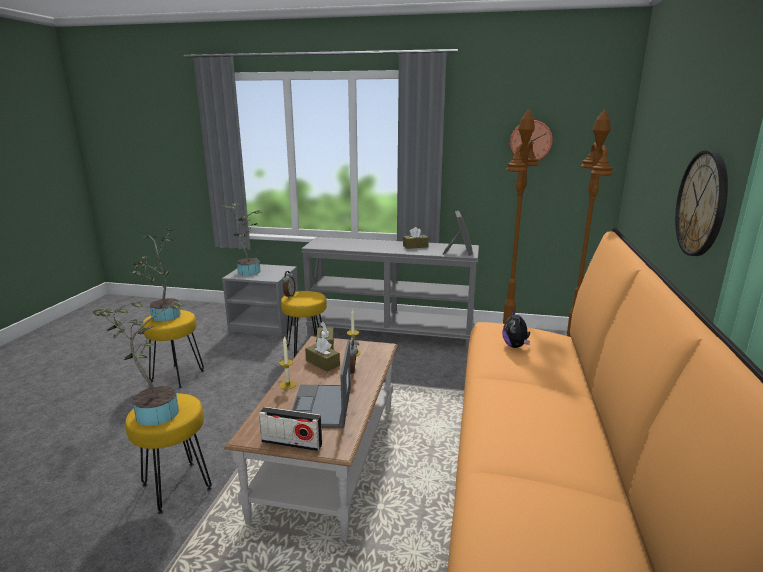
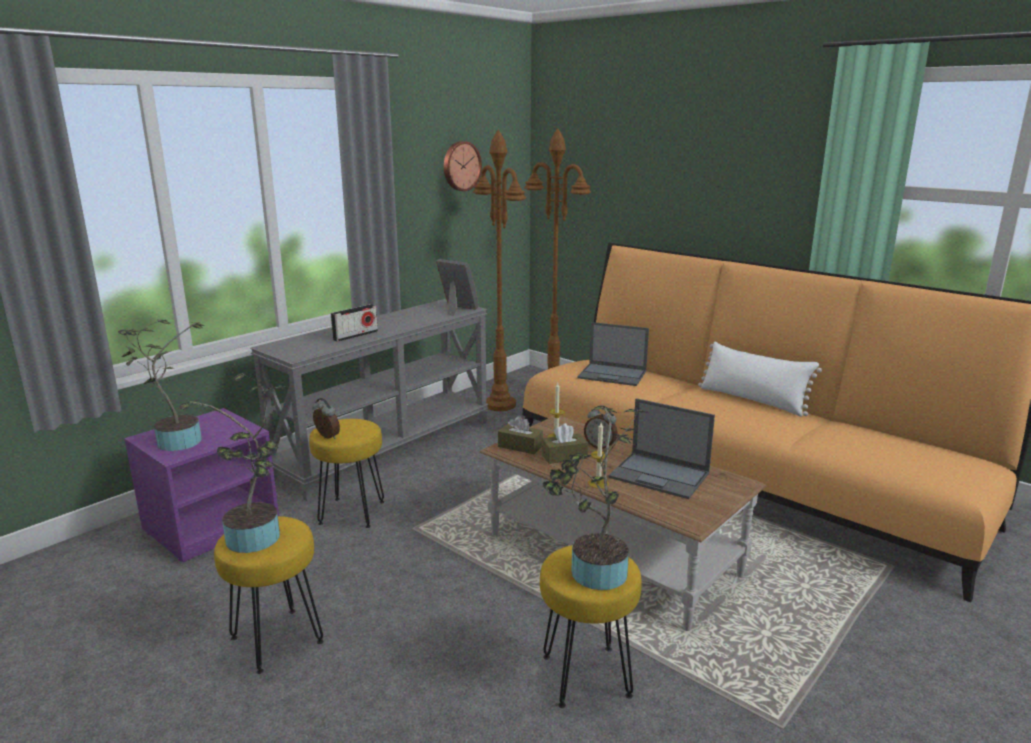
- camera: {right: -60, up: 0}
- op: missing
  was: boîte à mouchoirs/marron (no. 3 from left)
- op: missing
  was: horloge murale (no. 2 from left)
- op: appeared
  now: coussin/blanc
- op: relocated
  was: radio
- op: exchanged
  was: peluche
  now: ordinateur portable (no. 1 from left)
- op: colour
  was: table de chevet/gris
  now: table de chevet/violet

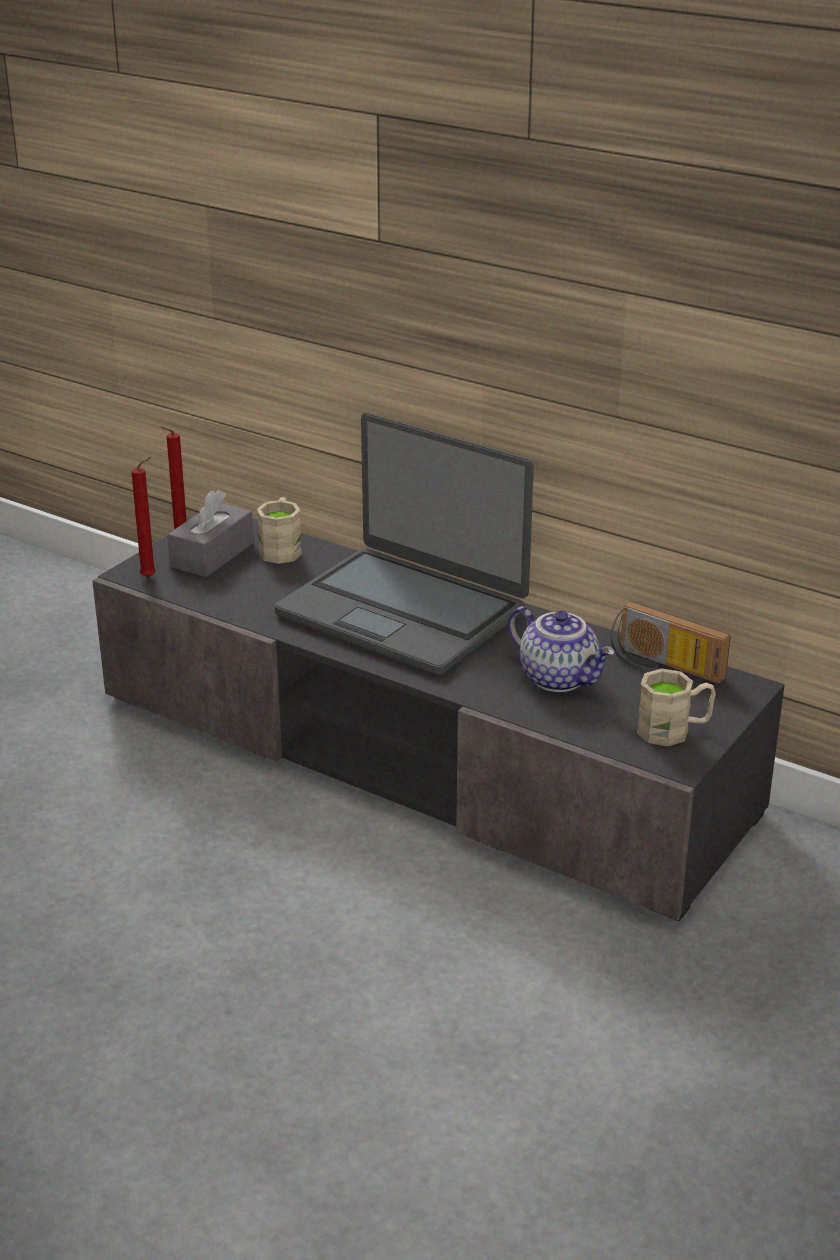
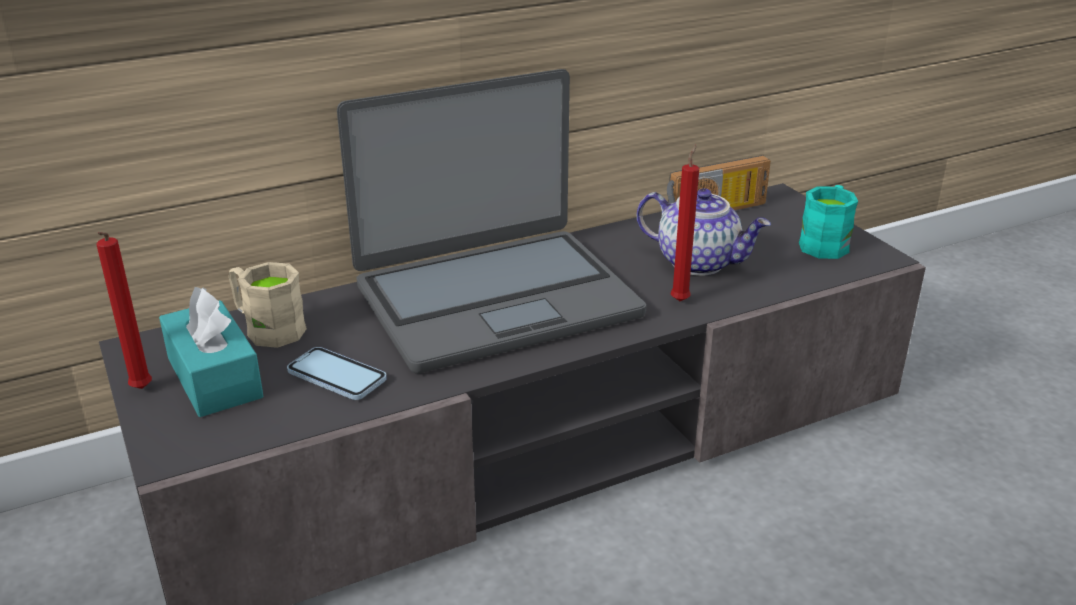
- camera: {right: -60, up: 0}
- op: appeared
  now: téléphone
- op: relocated
  was: bougie/rouge (no. 1 from left in the first image)
  now: bougie/rouge (no. 2 from left)
- op: colour
  was: boîte à mouchoirs/gris
  now: boîte à mouchoirs/turquoise
- op: colour
  was: mug/beige (no. 2 from left)
  now: mug/turquoise
- op: spun
  was: théière
  clockwise: 45

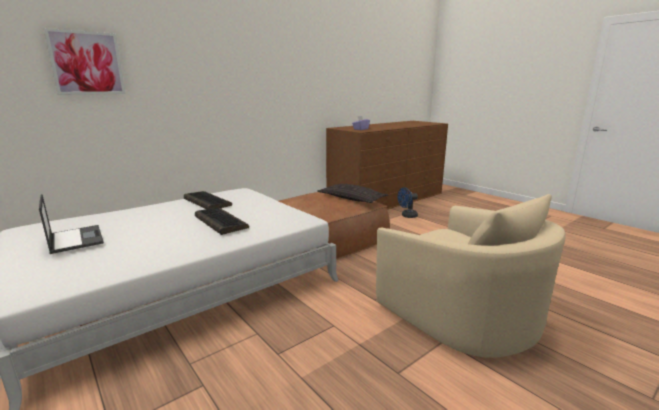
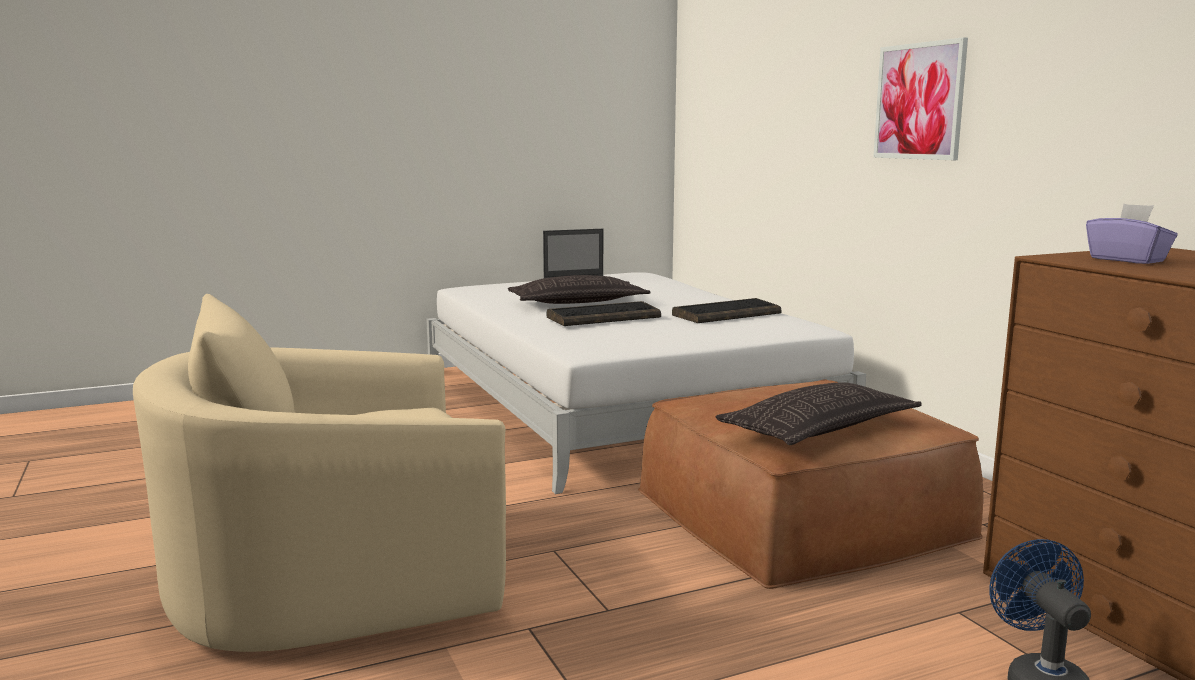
- camera: {right: 105, up: -5}
- op: appeared
  now: coussin (no. 1 from left)
- op: relocated
  was: tableau

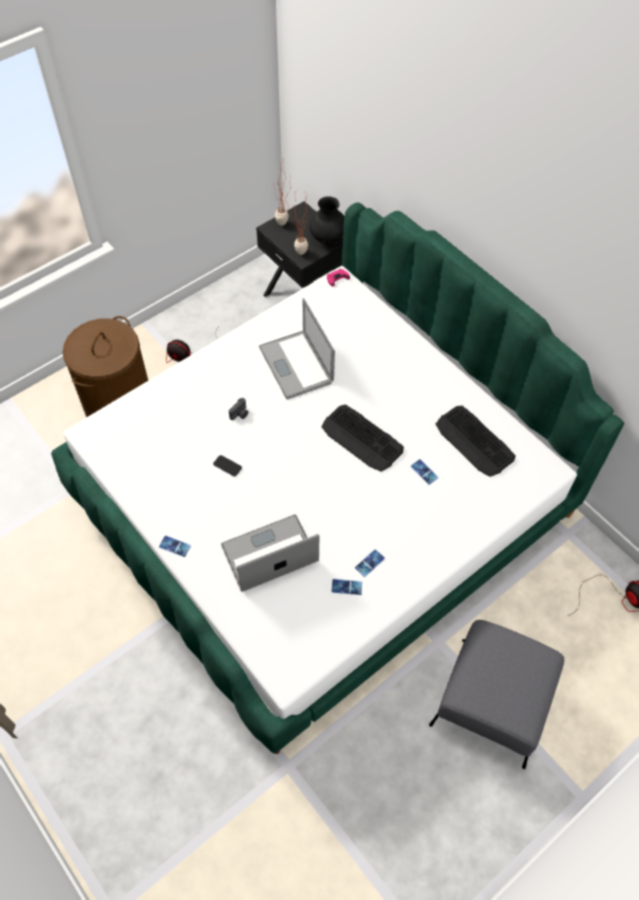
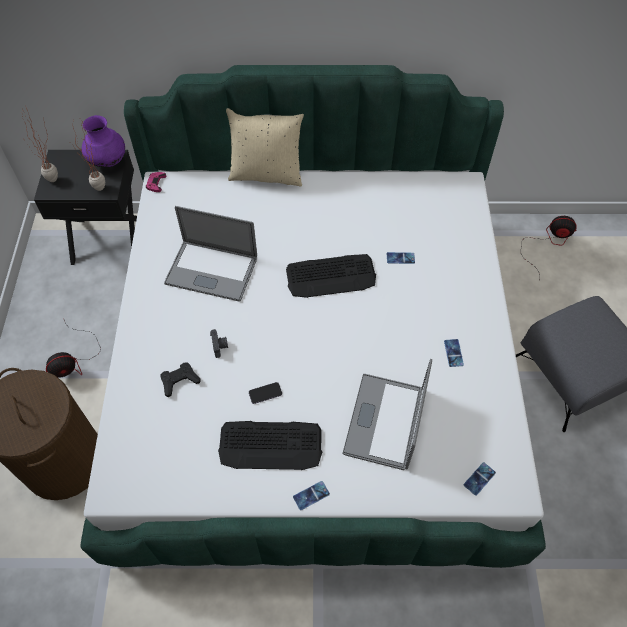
- camera: {right: -50, up: 0}
- op: appeared
  now: manette/noir
- op: appeared
  now: coussin/beige
- op: relocated
  was: téléphone (no. 3 from left in the first image)
  now: téléphone (no. 5 from left)
- op: relocated
  was: clavier (no. 2 from left in the first image)
  now: clavier (no. 1 from left)
- op: colour
  was: vase/noir
  now: vase/violet

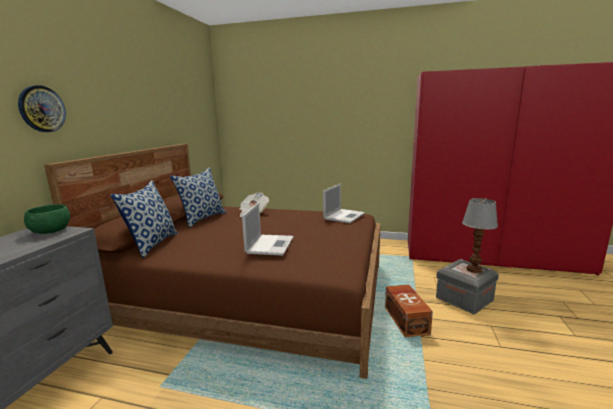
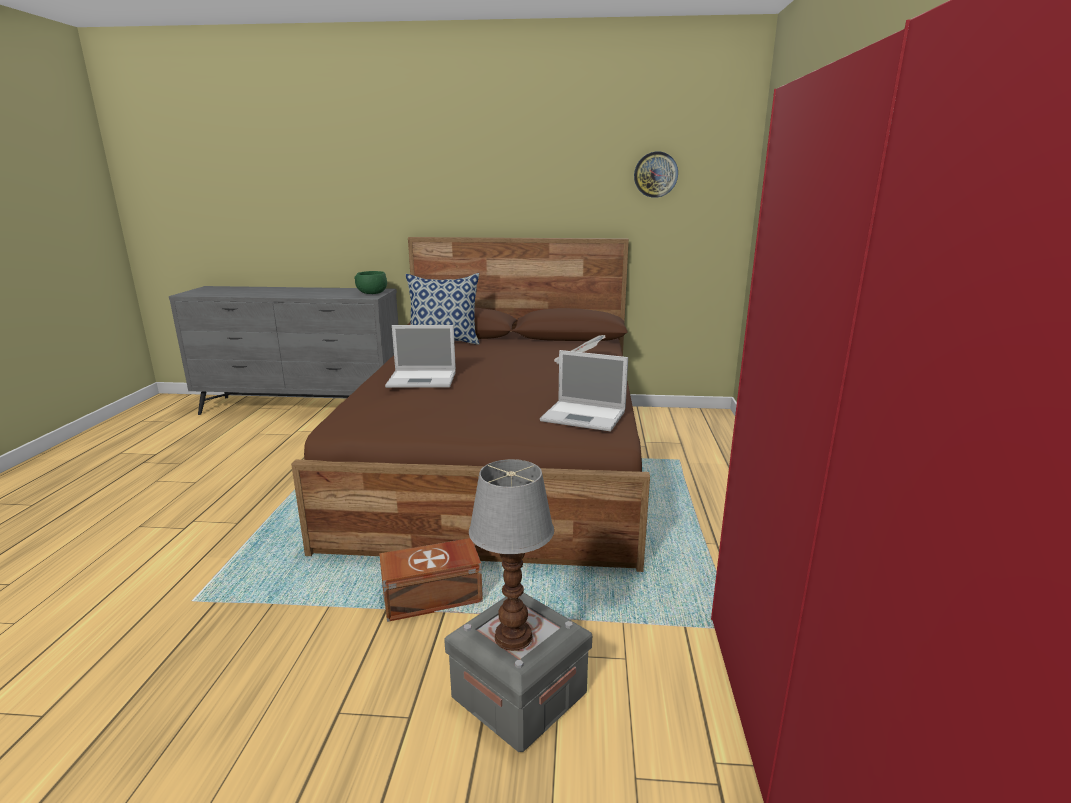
- camera: {right: 80, up: 5}
- op: missing
  was: coussin (no. 2 from left)
- op: relocated
  was: horloge murale

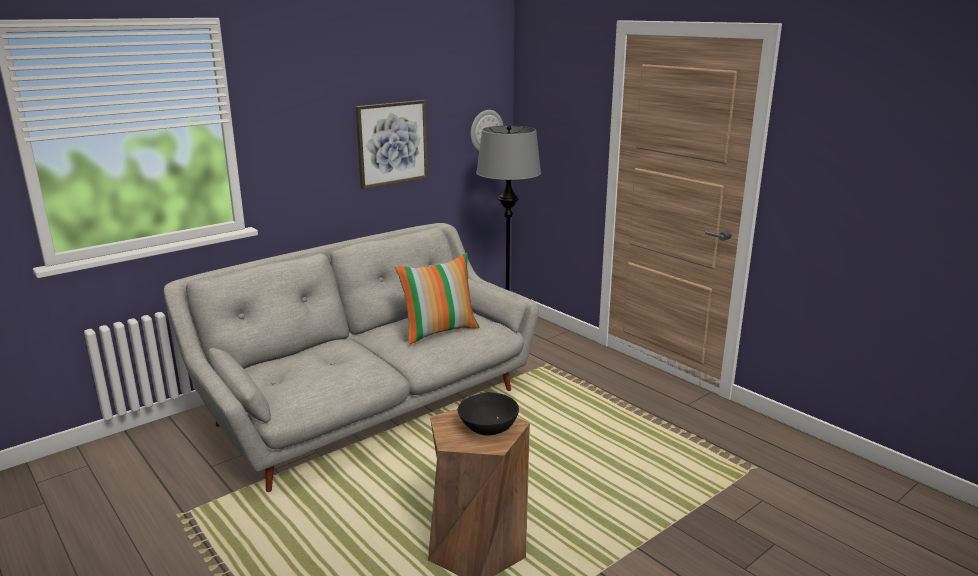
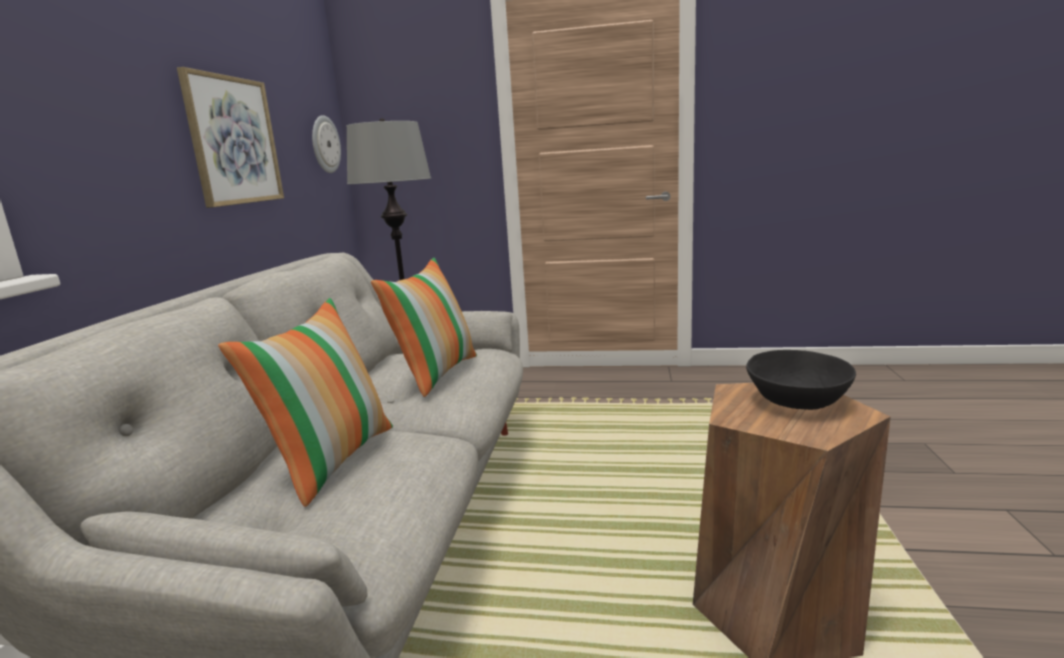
- camera: {right: -40, up: -5}
- op: appeared
  now: coussin (no. 1 from left)

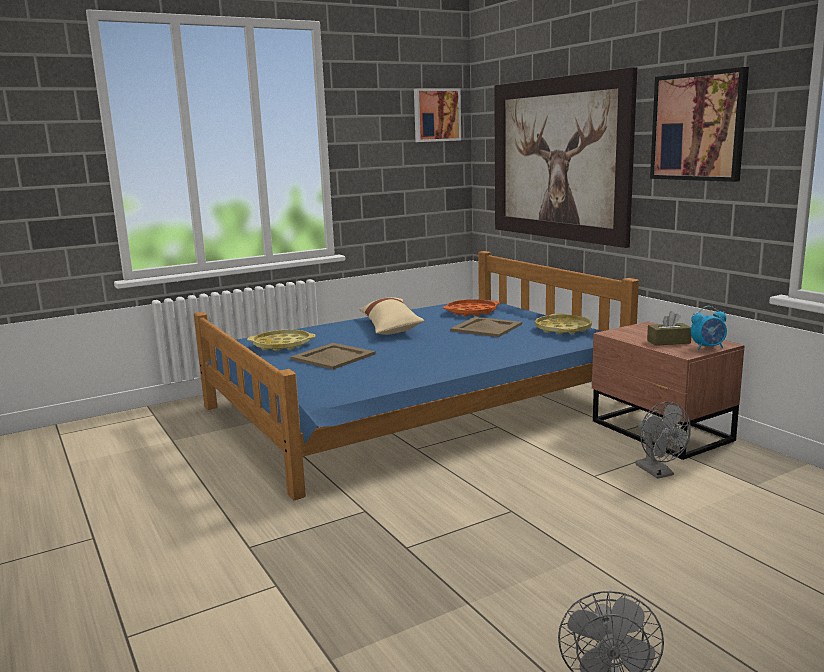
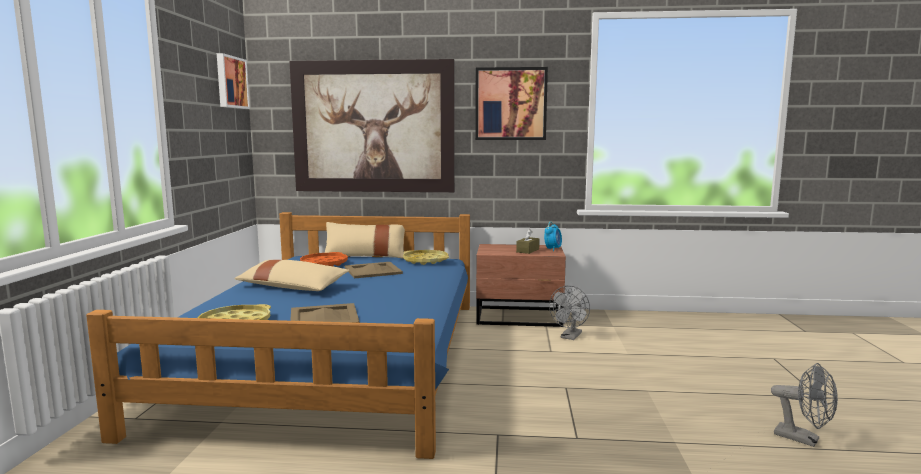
- camera: {right: -55, up: -5}
- op: appeared
  now: coussin/beige (no. 2 from left)
- op: spun
  was: ventilateur/gris (no. 2 from left in the first image)
  clockwise: 105

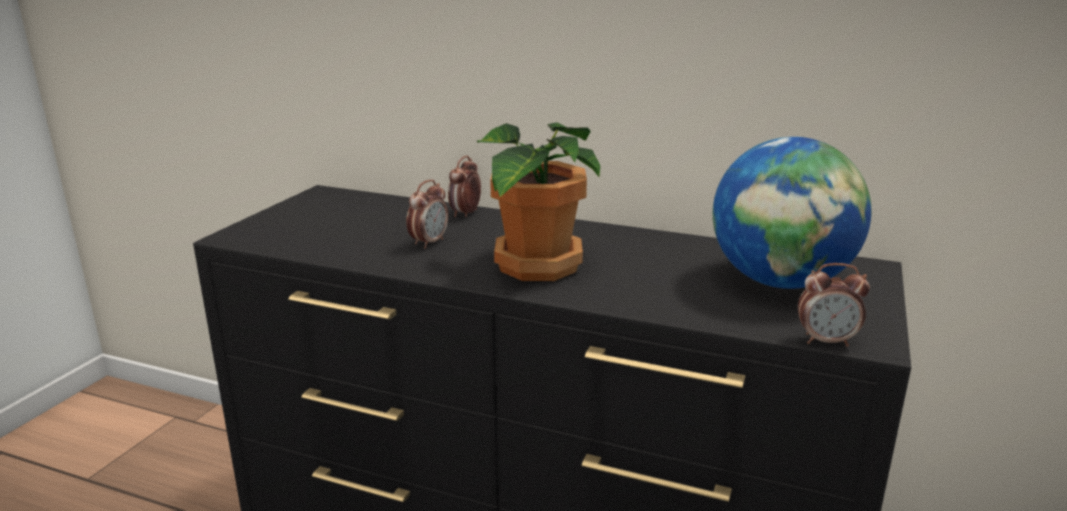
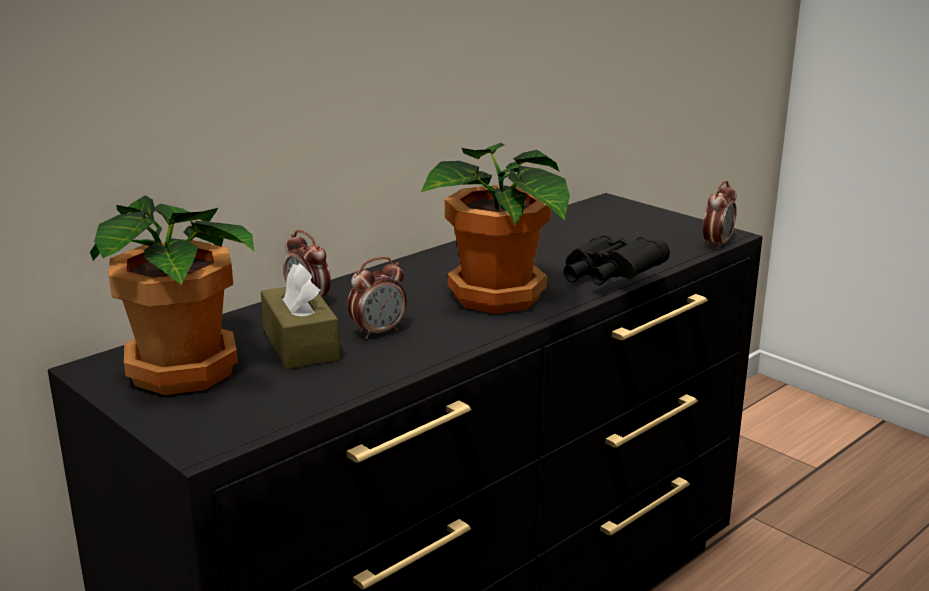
- camera: {right: -65, up: 0}
- op: missing
  was: globe
- op: appeared
  now: plante en pot (no. 1 from left)
- op: appeared
  now: boîte à mouchoirs/marron
- op: appeared
  now: jumelles/noir
- op: spun
  was: réveil (no. 1 from left in the first image)
  clockwise: 90

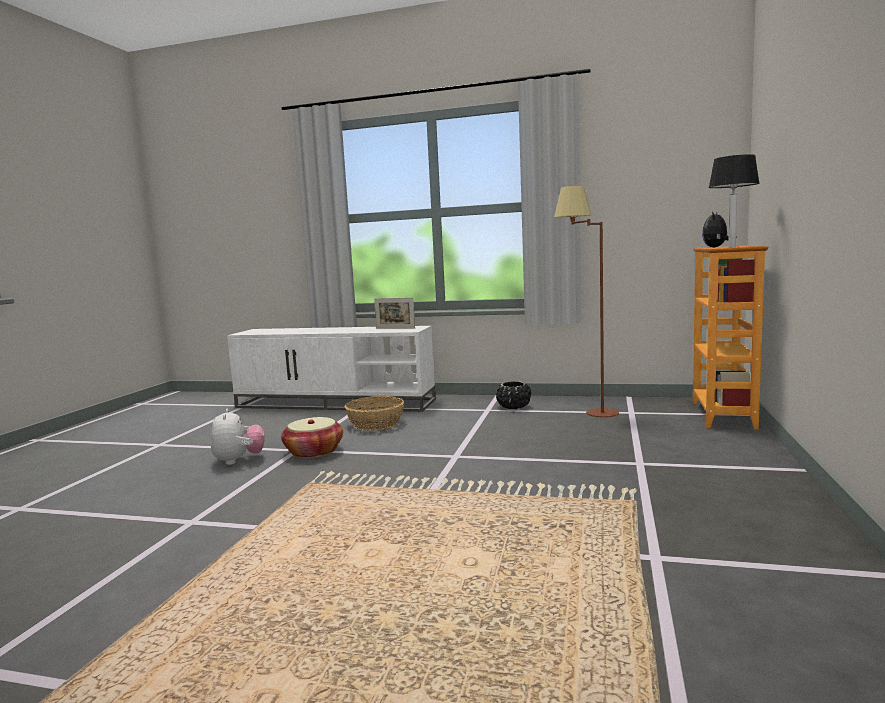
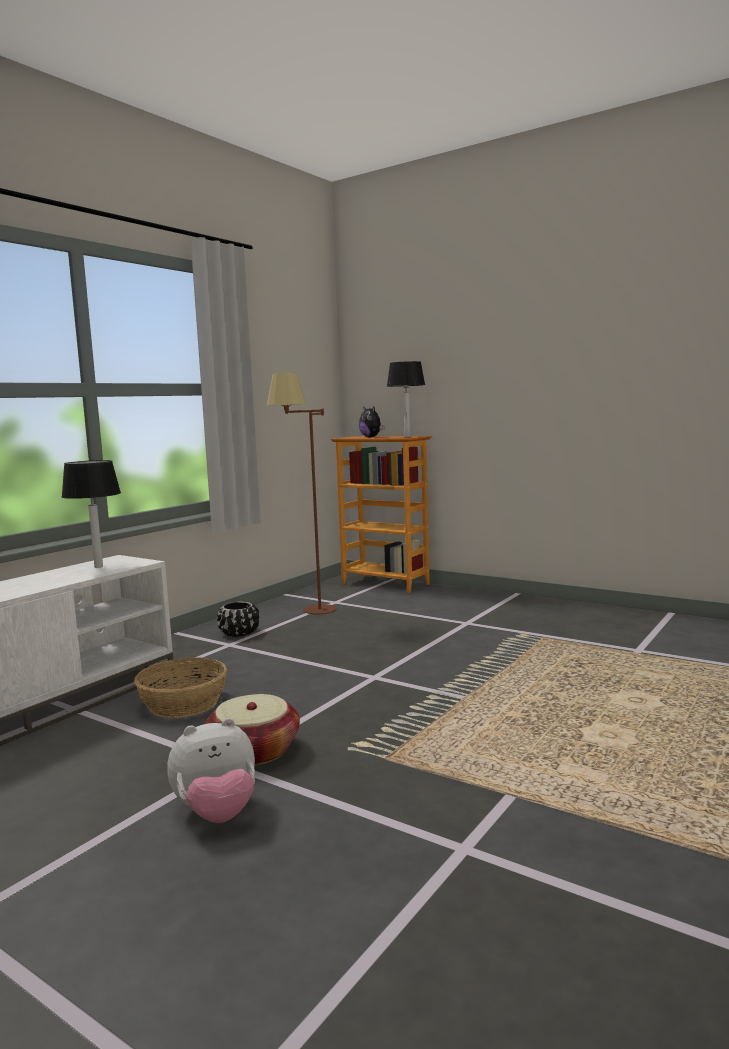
- camera: {right: -70, up: 0}
- op: exchanged
  was: cadre photo
  now: lampe de table (no. 1 from left)
- op: spun
  was: peluche (no. 1 from left)
  clockwise: 150

